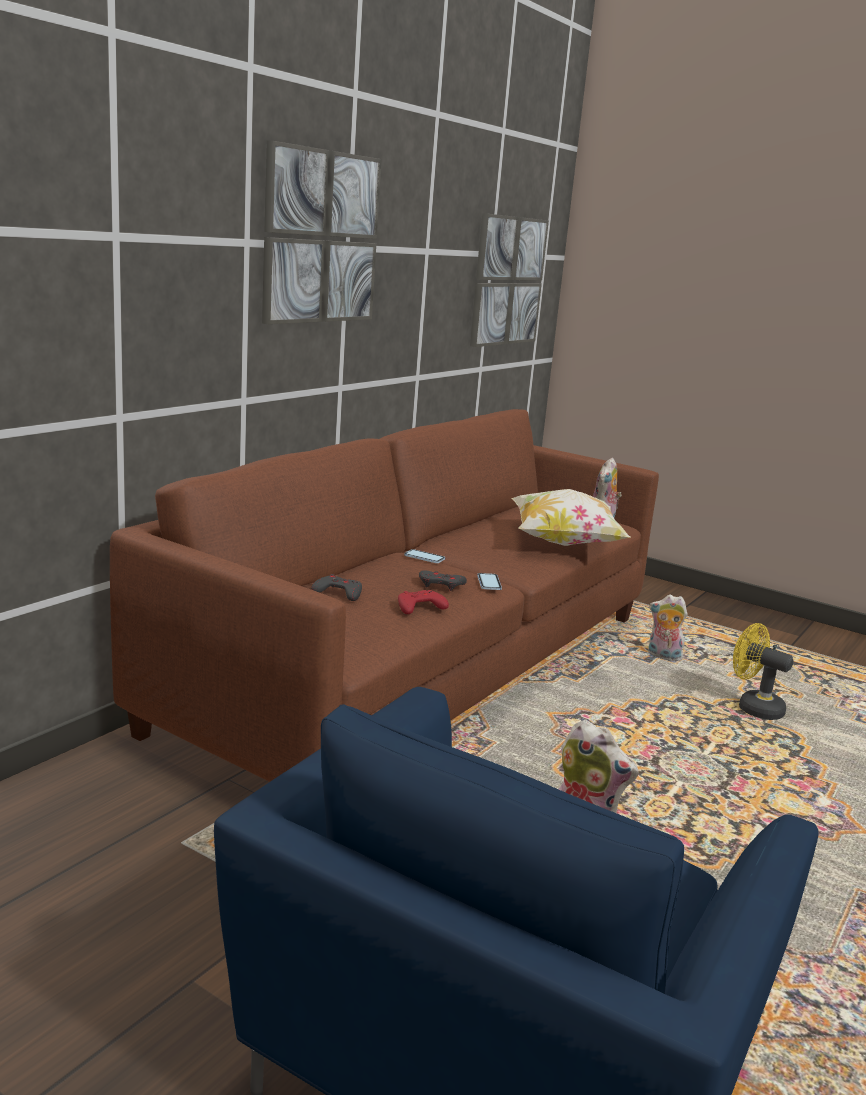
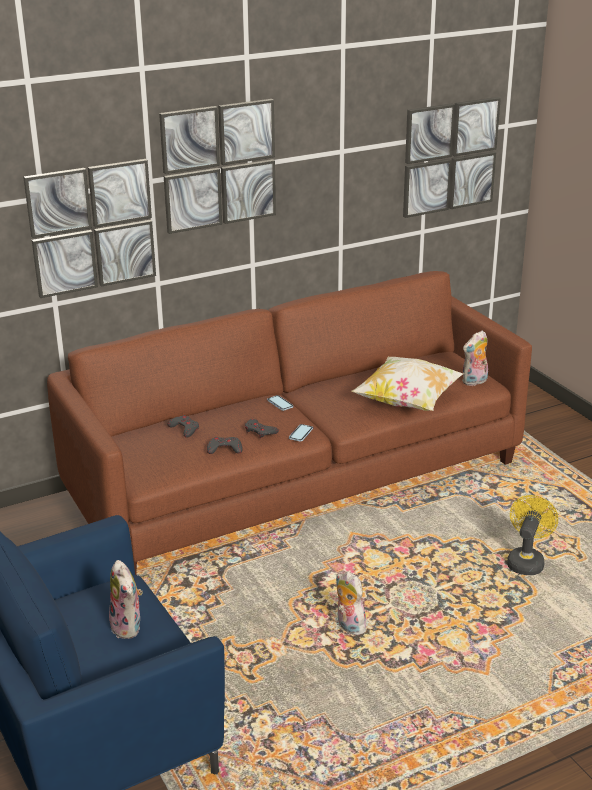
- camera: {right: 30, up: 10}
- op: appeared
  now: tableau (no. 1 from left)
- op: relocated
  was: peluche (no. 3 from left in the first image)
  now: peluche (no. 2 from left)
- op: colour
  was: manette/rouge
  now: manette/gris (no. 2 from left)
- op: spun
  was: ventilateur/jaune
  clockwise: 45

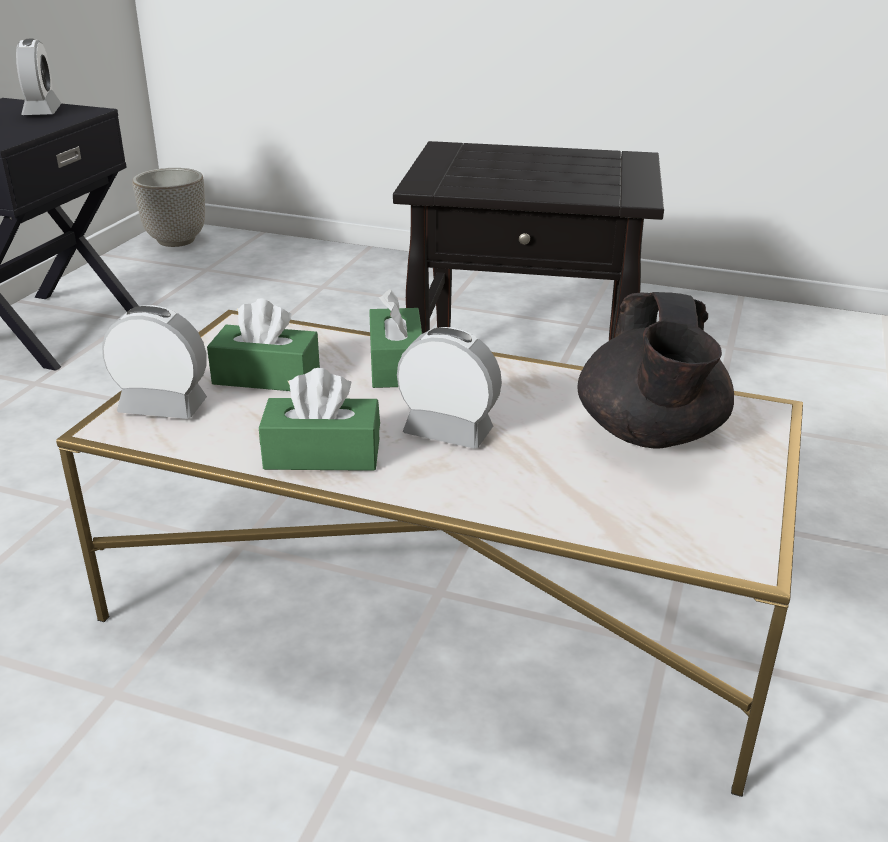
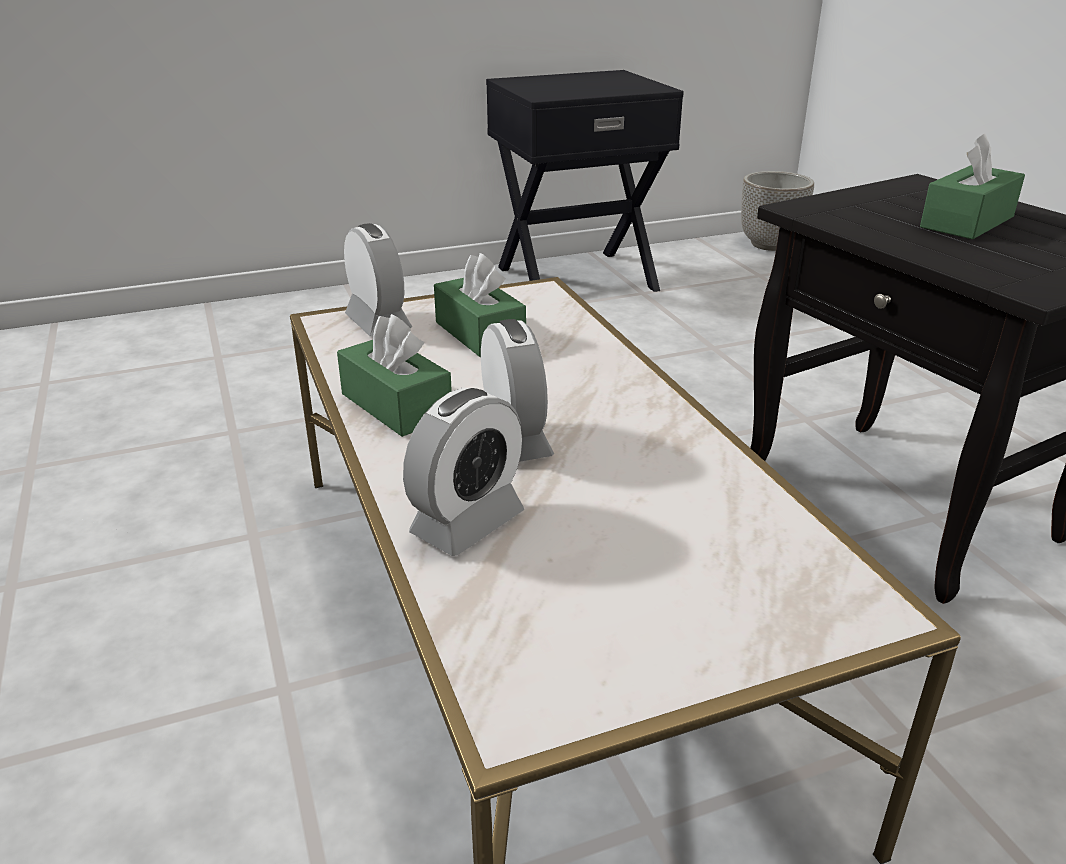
- camera: {right: 50, up: 0}
- op: missing
  was: théière/noir
- op: relocated
  was: réveil (no. 1 from left in the first image)
  now: réveil (no. 2 from left)
- op: relocated
  was: boîte à mouchoirs/vert (no. 3 from left)

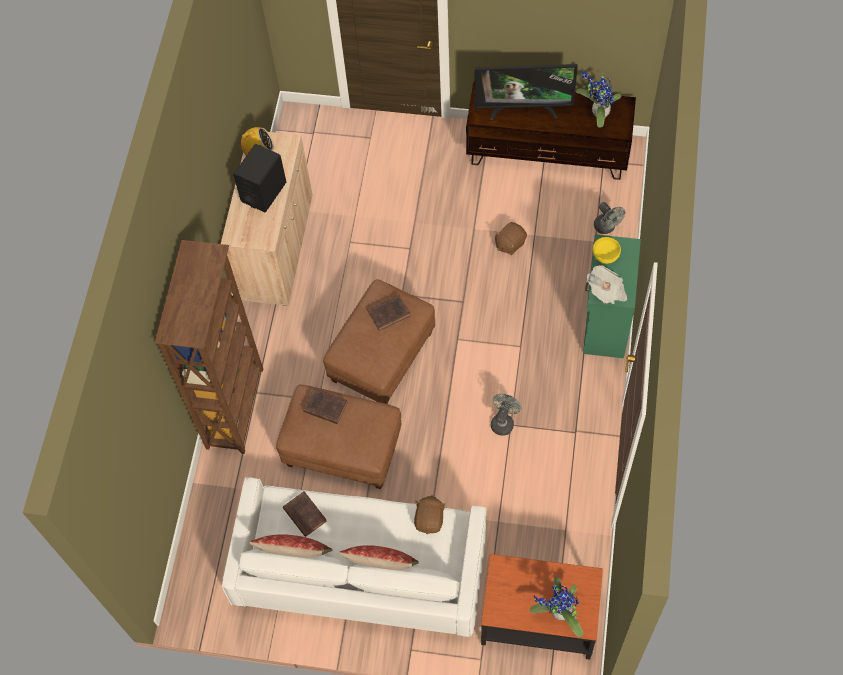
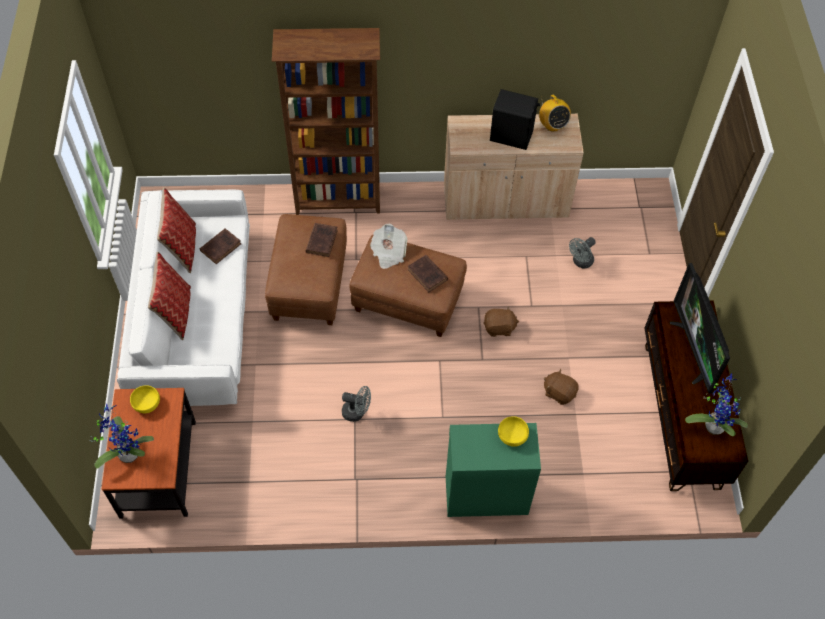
- camera: {right: 75, up: -5}
- op: appeared
  now: bol/jaune (no. 1 from left)
- op: relocated
  was: peluche/marron (no. 1 from left)
- op: relocated
  was: journal
- op: relocated
  was: ventilateur/gris (no. 2 from left)

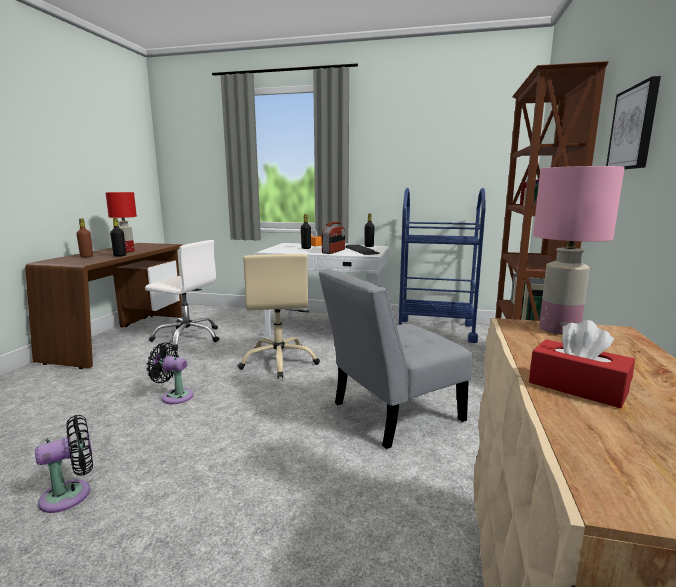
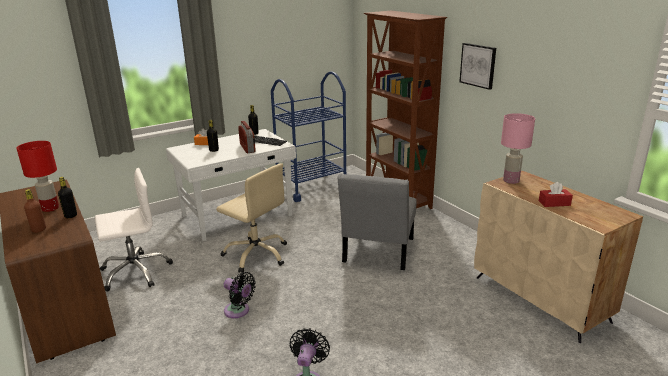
- camera: {right: -45, up: 10}
- op: spun
  was: ventilateur/noir (no. 2 from left in the first image)
  clockwise: -120

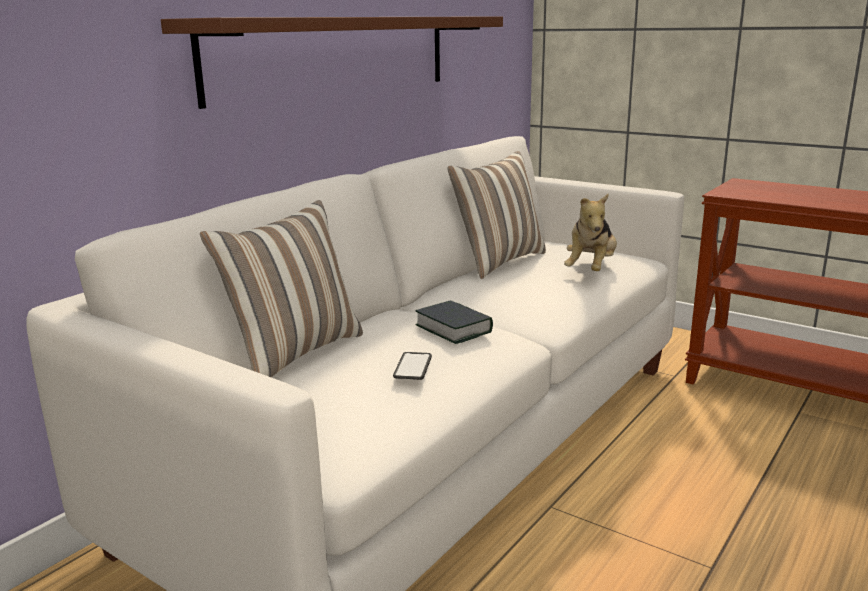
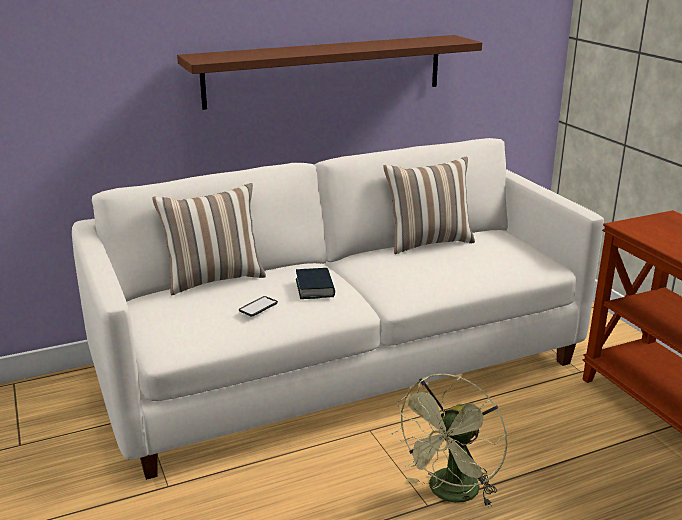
- camera: {right: 30, up: 5}
- op: missing
  was: peluche
- op: appeared
  now: ventilateur/vert

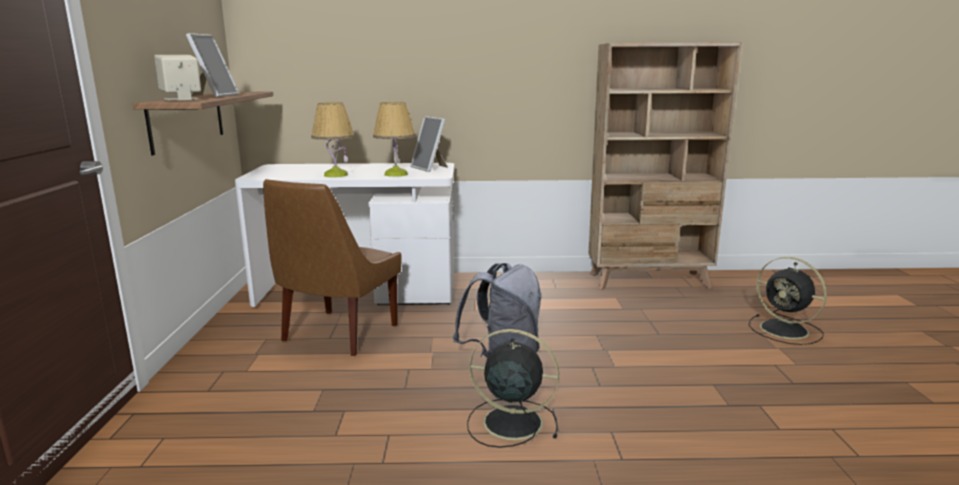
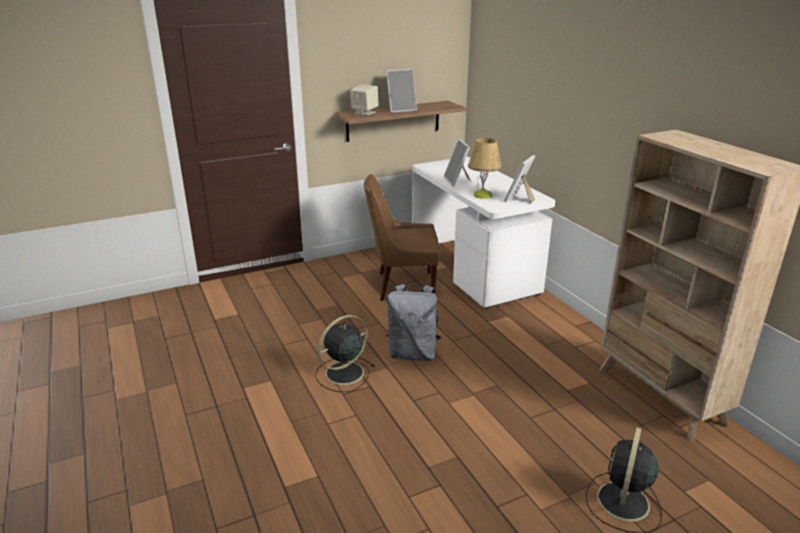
- camera: {right: 65, up: 10}
- op: exchanged
  was: lampe de table (no. 1 from left)
  now: cadre photo (no. 2 from left)
- op: spun
  was: ventilateur/noir (no. 1 from left)
  clockwise: -120

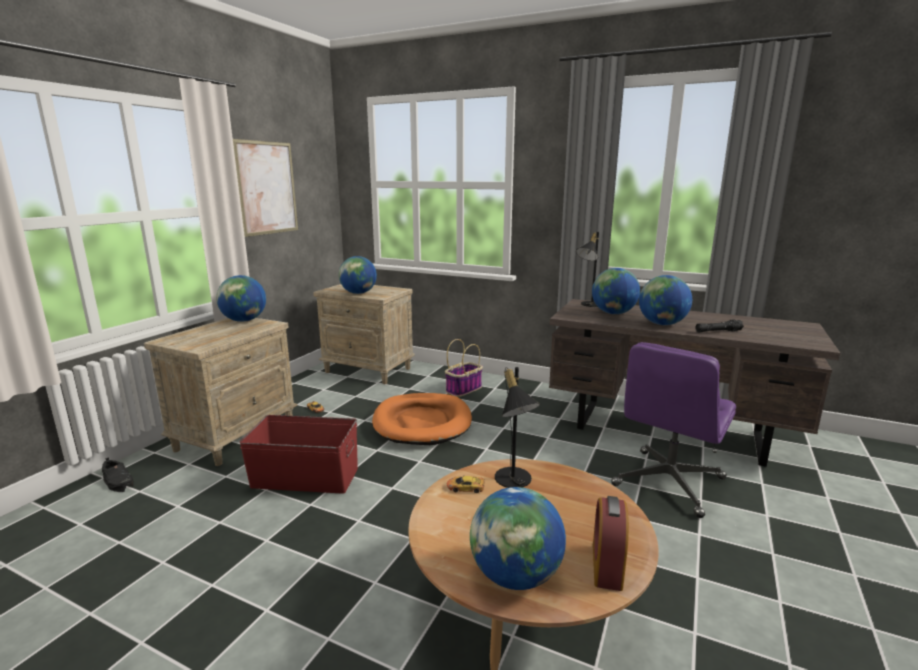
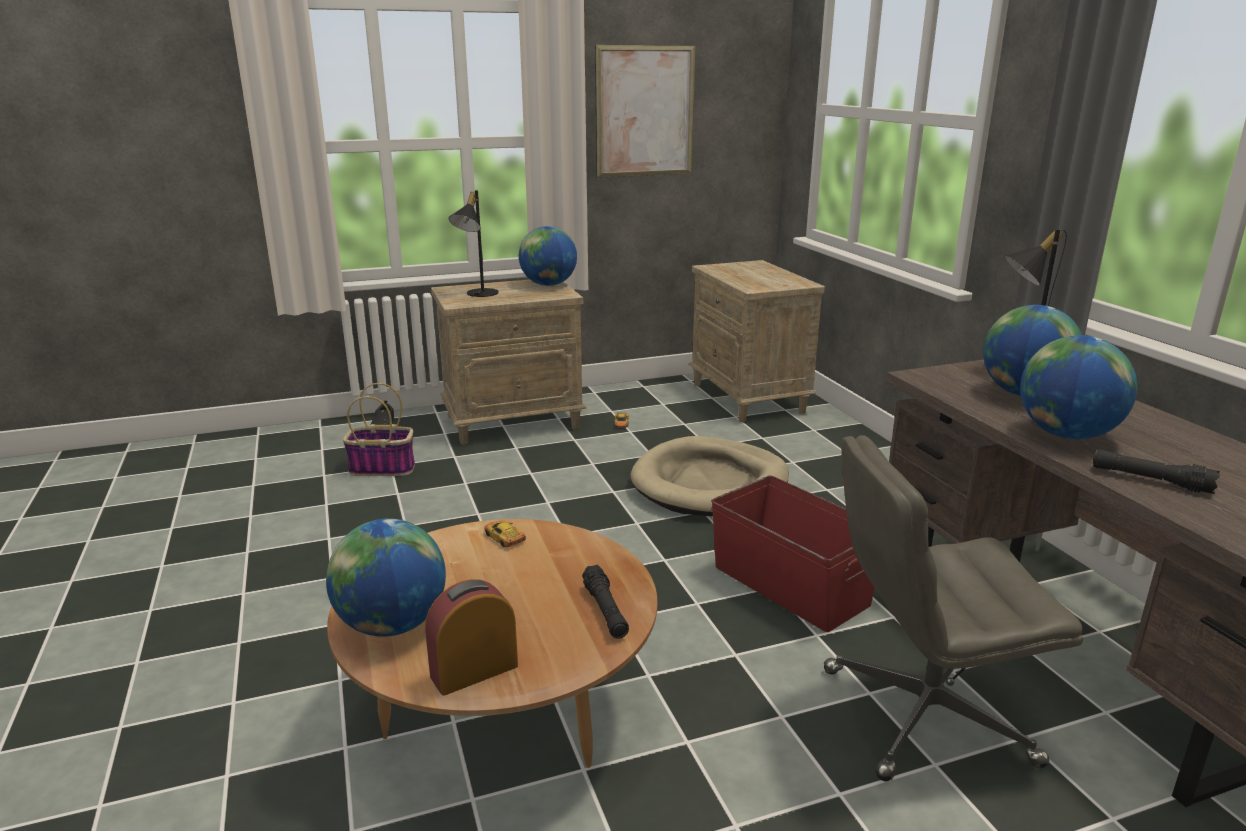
- camera: {right: 45, up: 5}
- op: missing
  was: globe (no. 2 from left)
- op: appeared
  now: lampe de poche/noir (no. 1 from left)
- op: relocated
  was: boîte de rangement/rouge
- op: relocated
  was: panier
- op: relocated
  was: lampe de table/noir (no. 1 from left)
- op: colour
  was: panier pour chien/orange
  now: panier pour chien/beige
- op: colour
  was: chaise de bureau/violet
  now: chaise de bureau/gris

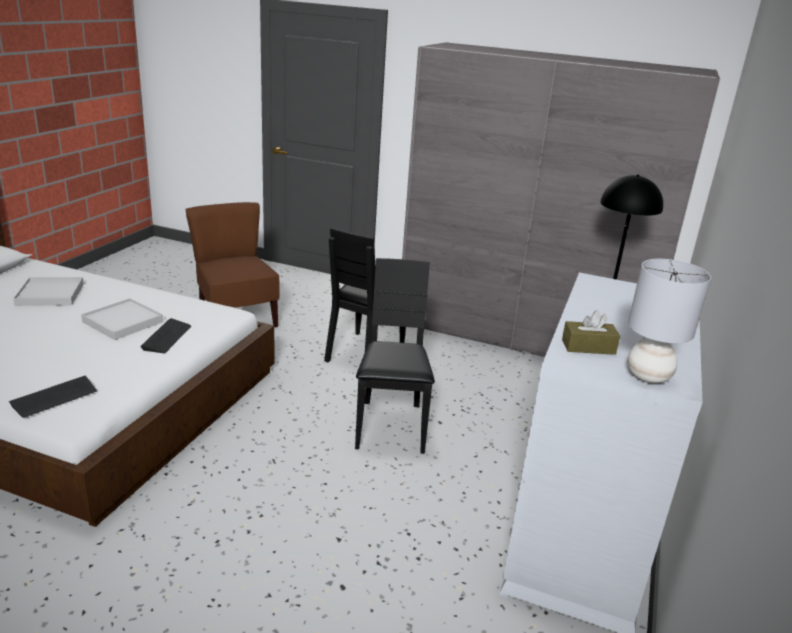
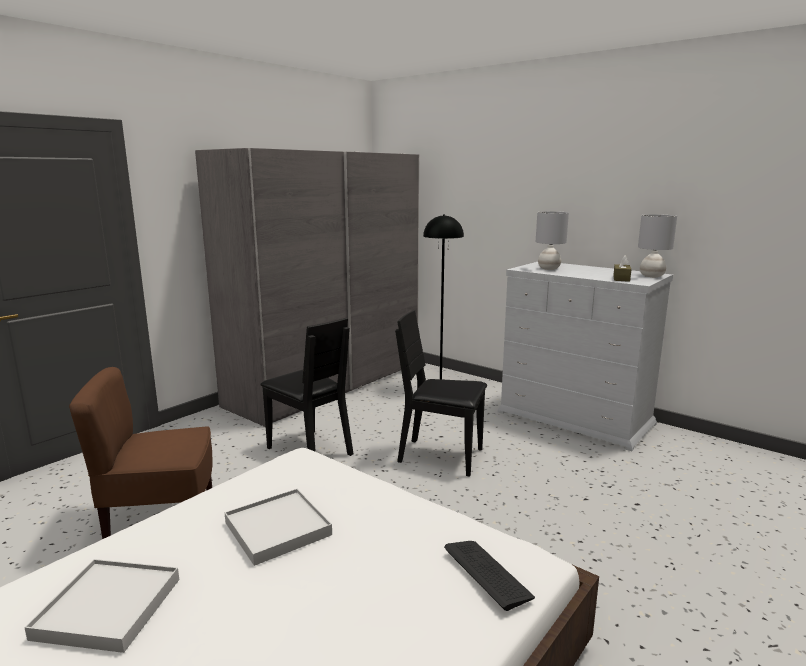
- camera: {right: -70, up: -10}
- op: missing
  was: clavier (no. 2 from left)
- op: appeared
  now: lampe de table/gris (no. 1 from left)

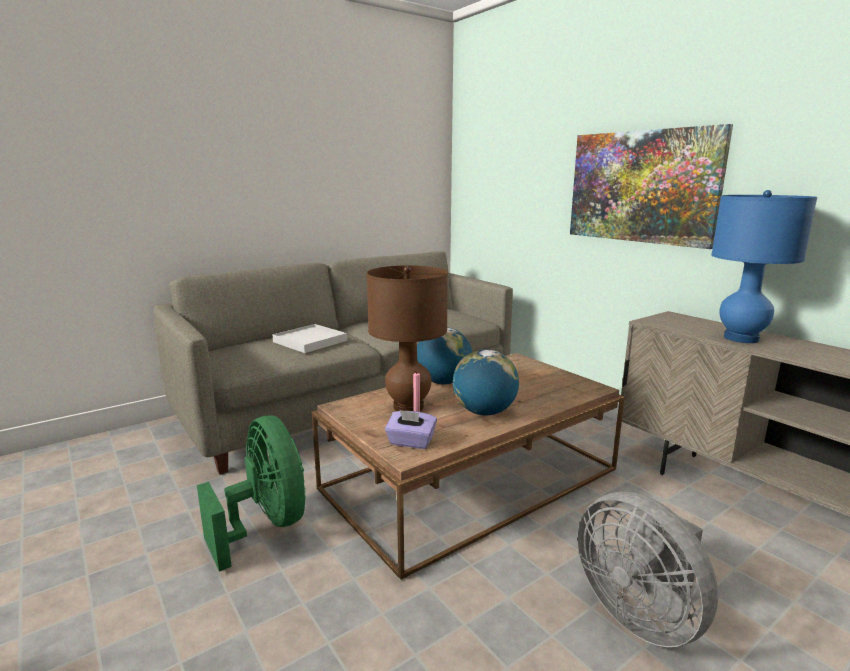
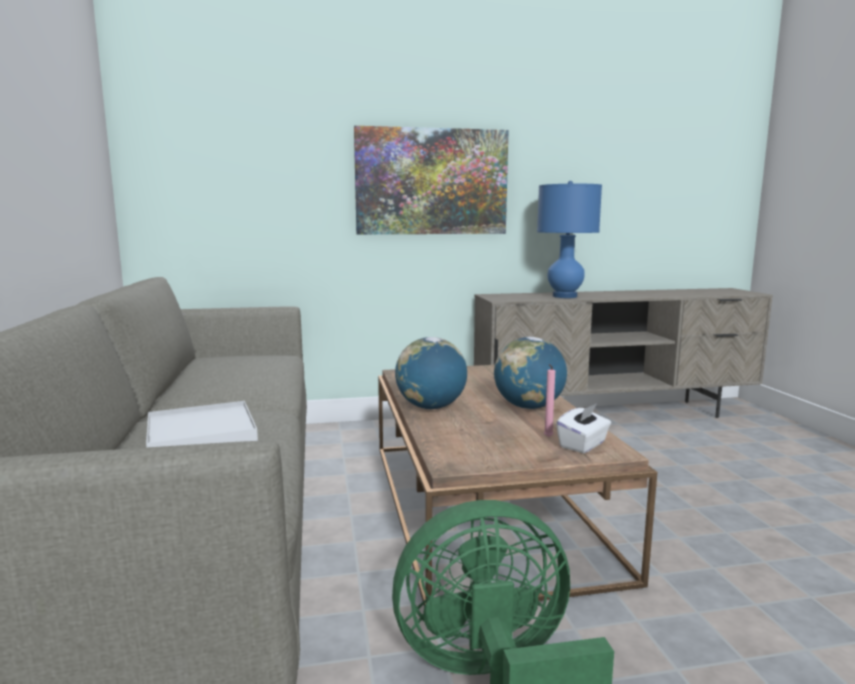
- camera: {right: -65, up: -5}
- op: missing
  was: lampe de table/marron
- op: missing
  was: ventilateur/gris
- op: colour
  was: boîte à mouchoirs/violet
  now: boîte à mouchoirs/blanc

